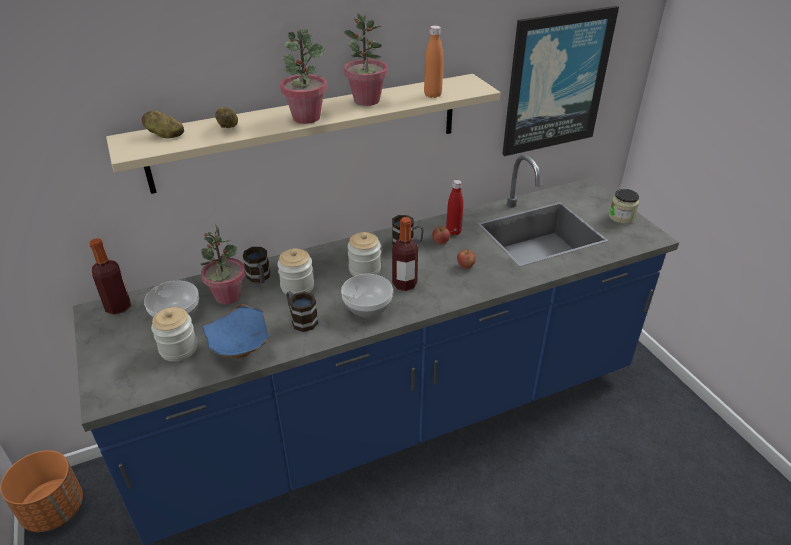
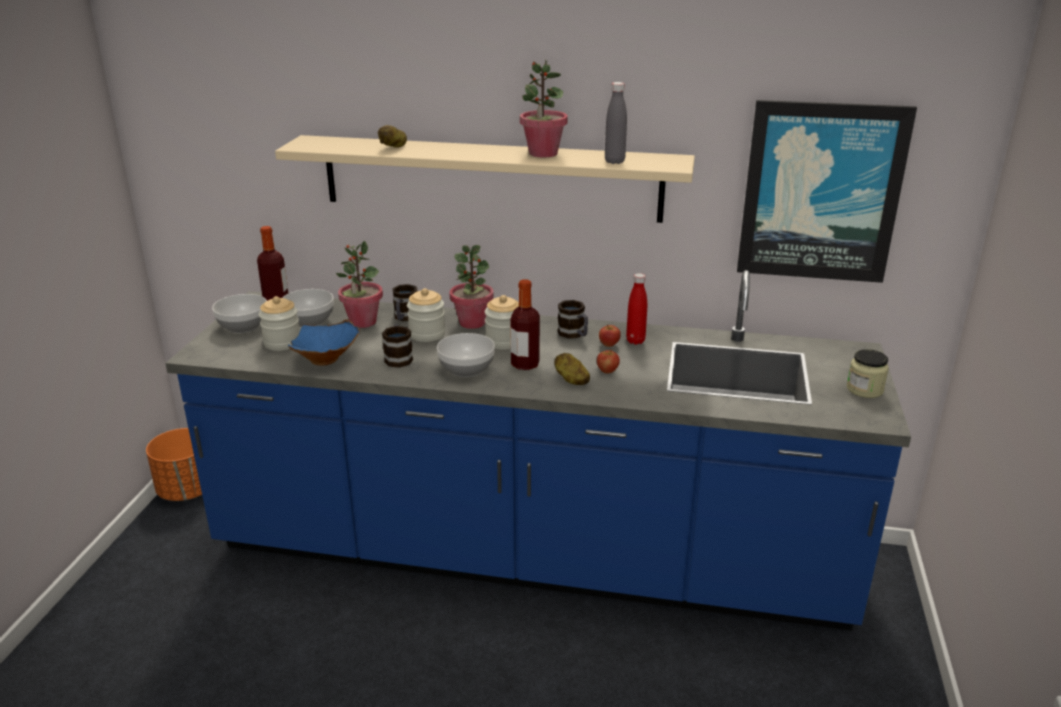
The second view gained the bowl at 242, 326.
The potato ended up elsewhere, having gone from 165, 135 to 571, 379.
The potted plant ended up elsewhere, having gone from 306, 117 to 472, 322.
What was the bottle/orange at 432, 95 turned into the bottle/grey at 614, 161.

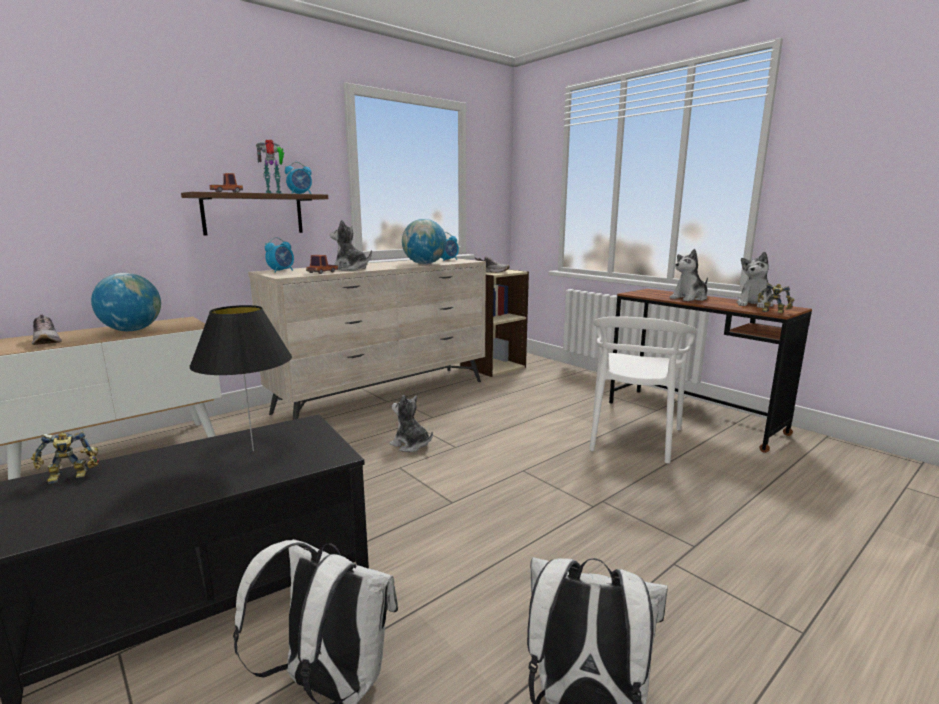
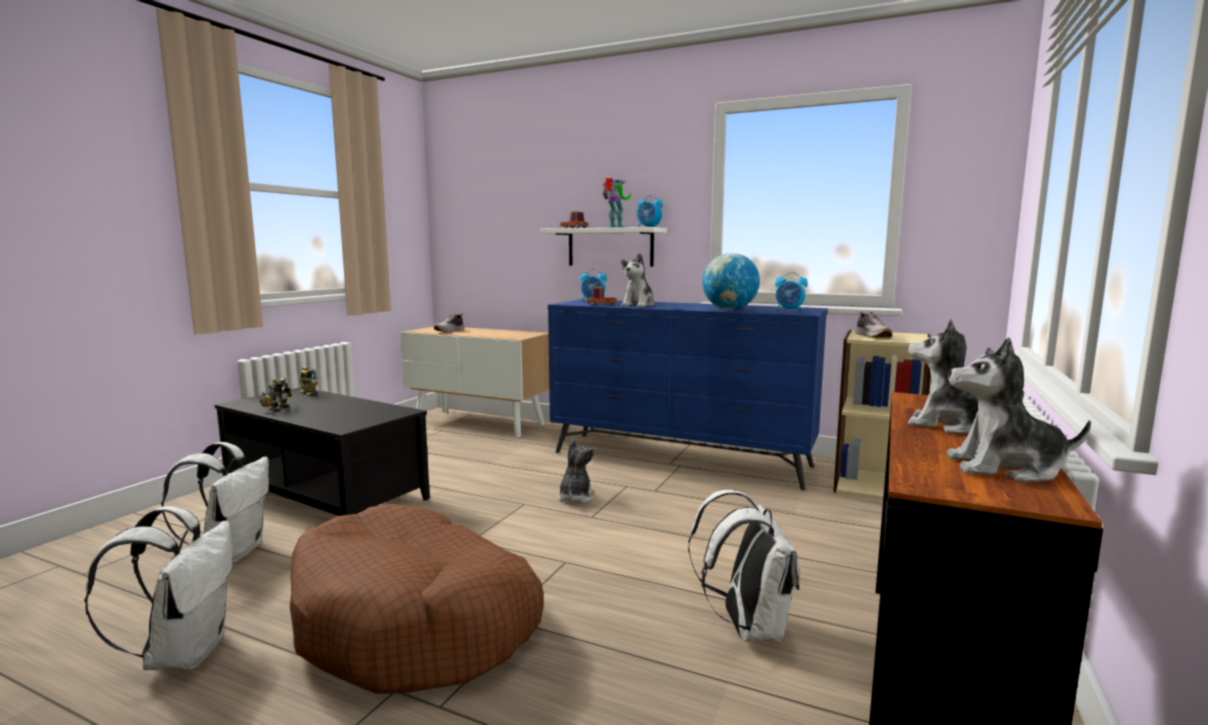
The second view lost the globe at 132, 330.
The second view lost the table lamp/black at 252, 451.
The second view gained the dog bed/brown at 415, 622.
The toy robot ended up elsewhere, having gone from 773, 312 to 277, 408.
Where the chair/white stood at 632, 438, the backpack/white came to stand at 747, 627.
What was the shelf/brown at 253, 214 turned into the shelf/white at 610, 247.
What was the dresser/beige at 385, 396 turned into the dresser/blue at 680, 460.
The plush toy at 350, 269 ended up facing another way, 150 degrees counterclockwise from before.

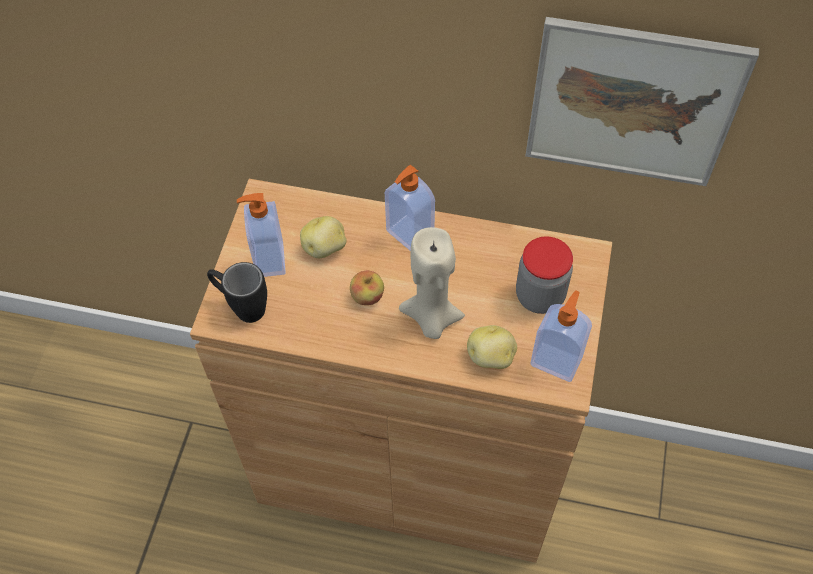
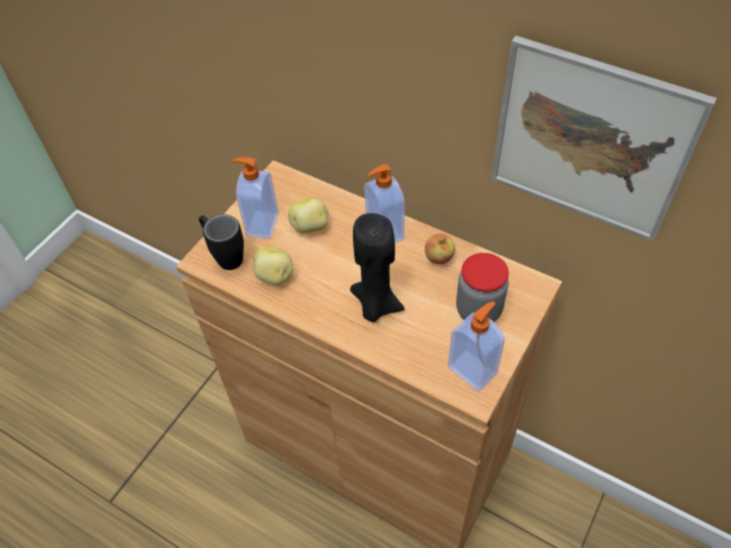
The apple ended up elsewhere, having gone from 367, 296 to 439, 258.
The potato ended up elsewhere, having gone from 491, 357 to 275, 276.
What was the candle/beige at 431, 319 turned into the candle/black at 375, 305.

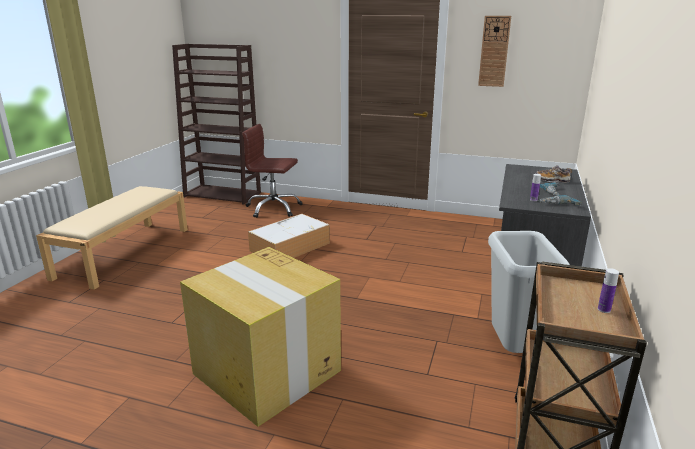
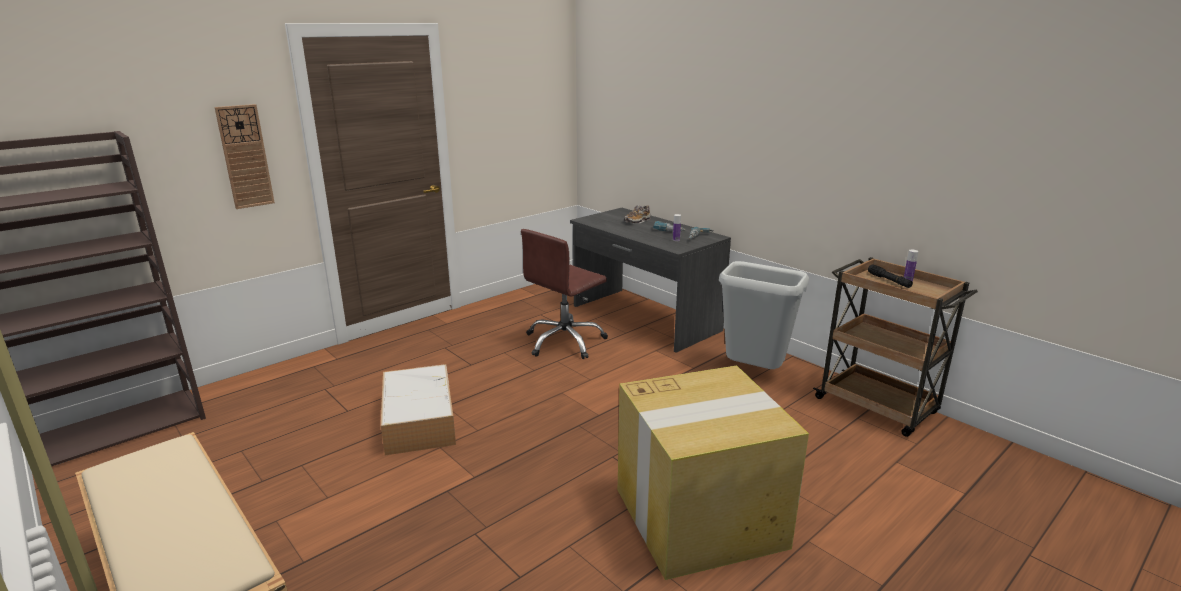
The second view gained the flashlight/black at 889, 280.
The office chair/brown ended up elsewhere, having gone from 273, 208 to 565, 342.
The wall clock ended up elsewhere, having gone from 494, 51 to 245, 157.

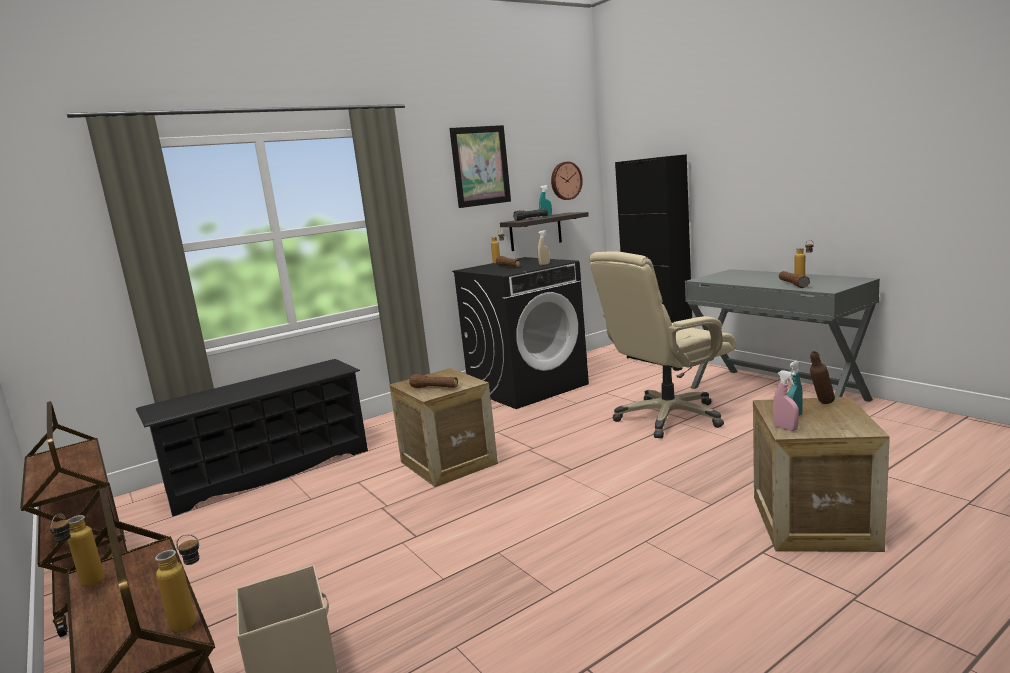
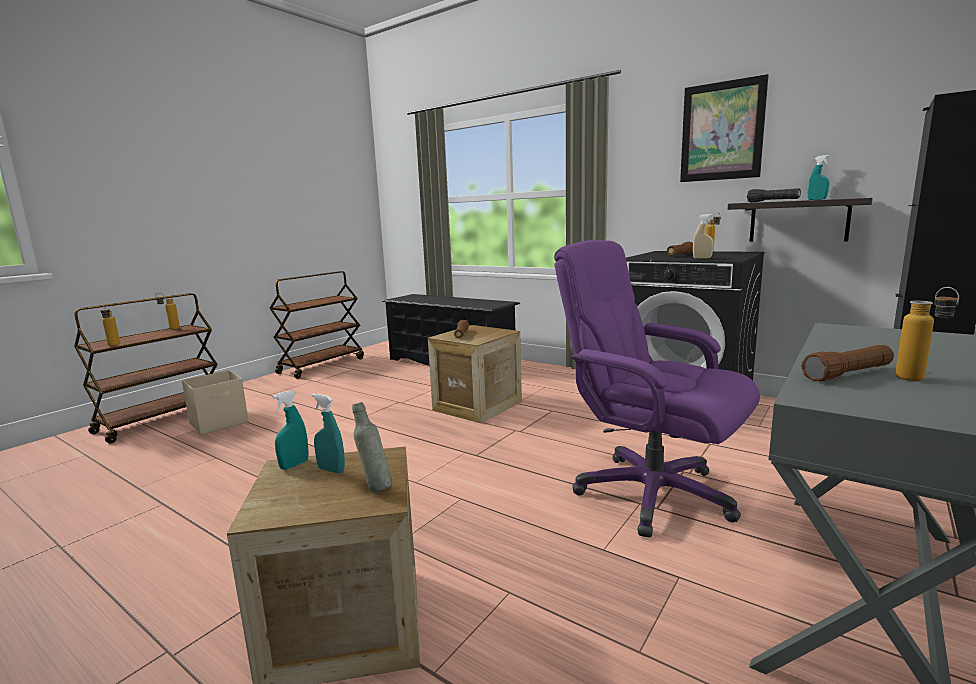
The second view lost the wall clock at 565, 181.
What was the office chair/beige at 668, 418 turned into the office chair/purple at 651, 493.
What was the spray bottle/pink at 785, 428 turned into the spray bottle/turquoise at 294, 465.
What was the bottle/brown at 821, 404 turned into the bottle/grey at 374, 488.

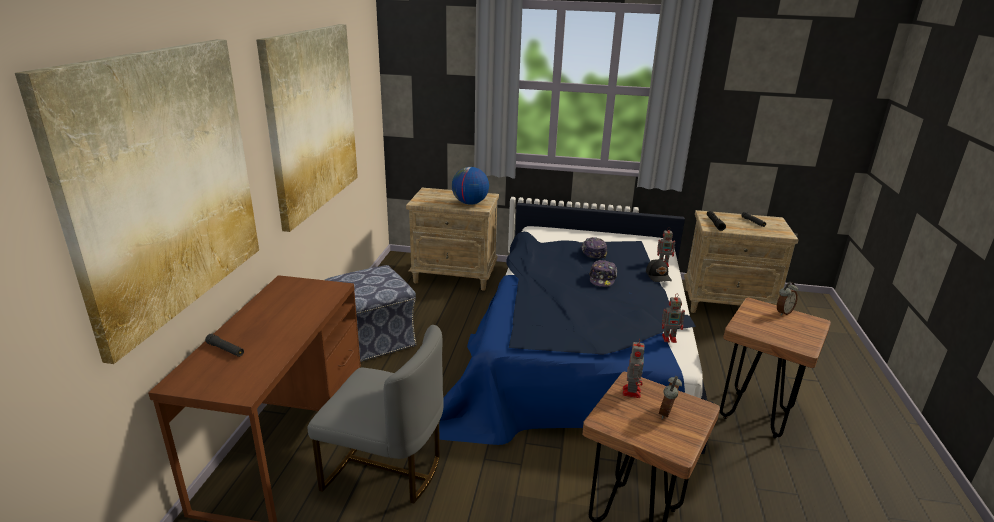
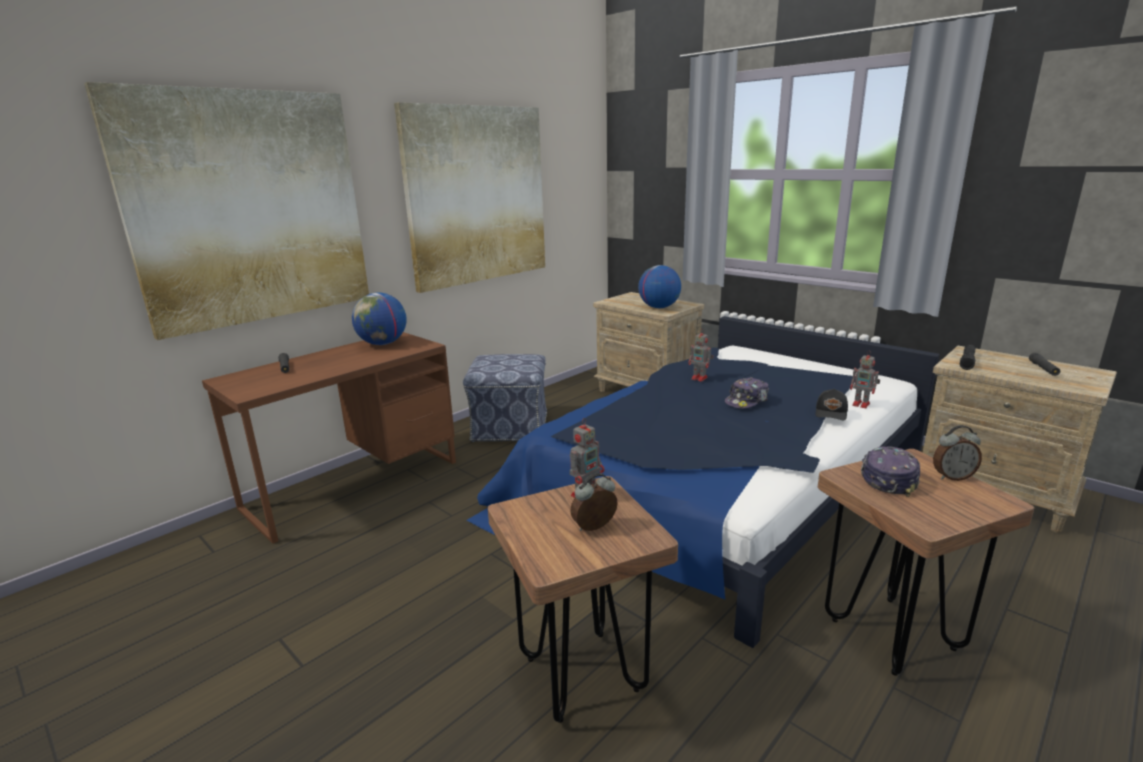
The second view lost the chair/grey at 385, 469.
The second view gained the globe at 382, 344.
The cap ended up elsewhere, having gone from 593, 252 to 888, 479.
The toy robot ended up elsewhere, having gone from 670, 338 to 700, 378.

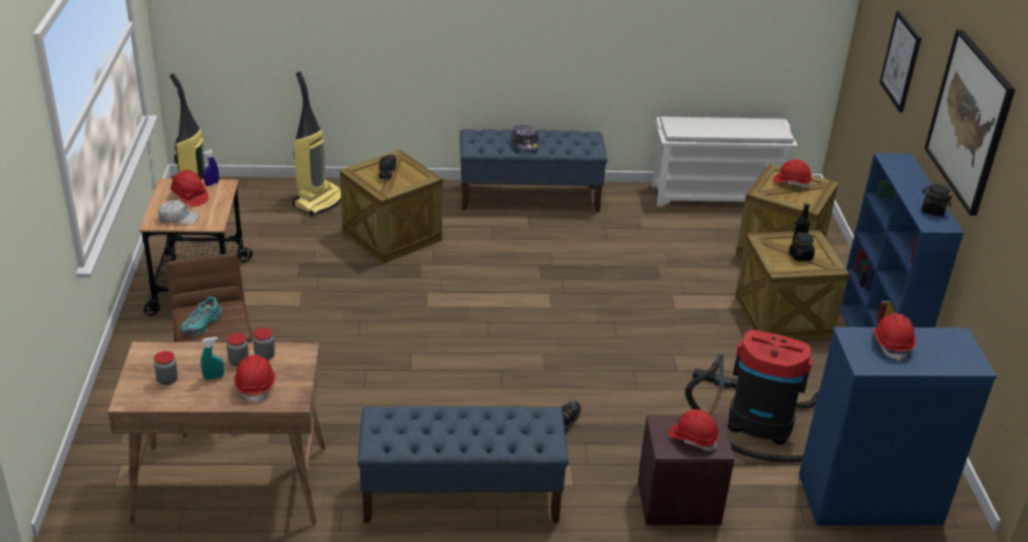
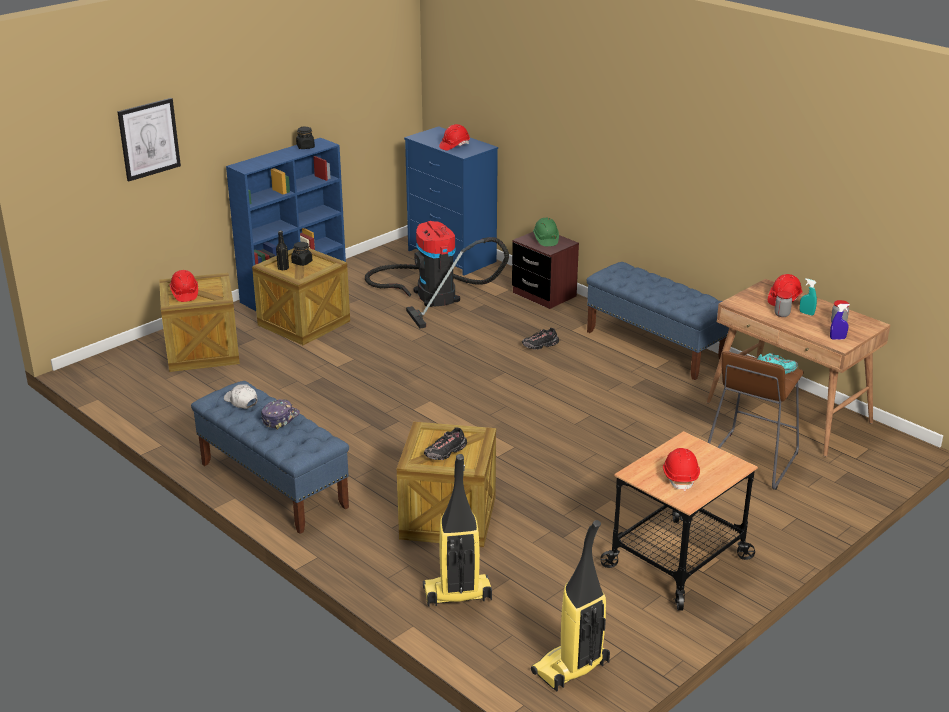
The second view lost the jar at 265, 356.
The second view lost the shoe rack/white at 716, 195.
The second view lost the picture at 969, 121.
The cap/white ended up elsewhere, having gone from 178, 218 to 241, 401.
The spray bottle/blue ended up elsewhere, having gone from 212, 184 to 837, 338.
What was the hard hat/red at 693, 438 turned into the hard hat/green at 545, 239.

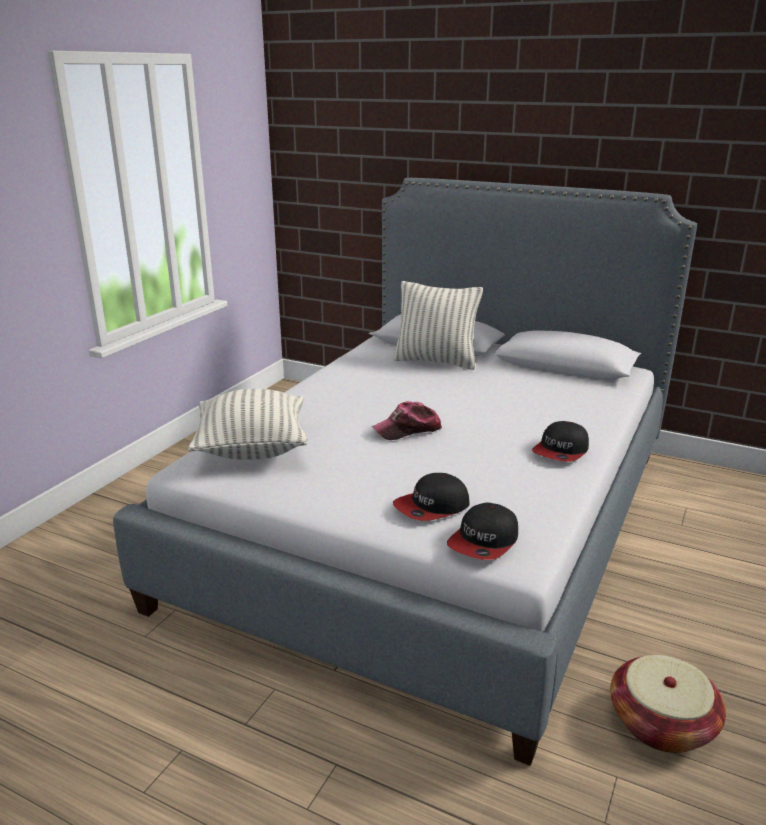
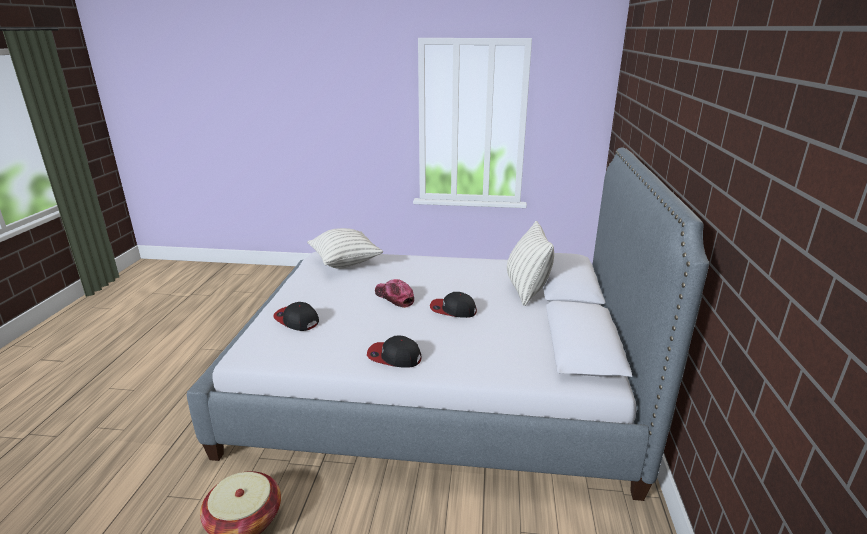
The cap ended up elsewhere, having gone from 484, 541 to 452, 310.

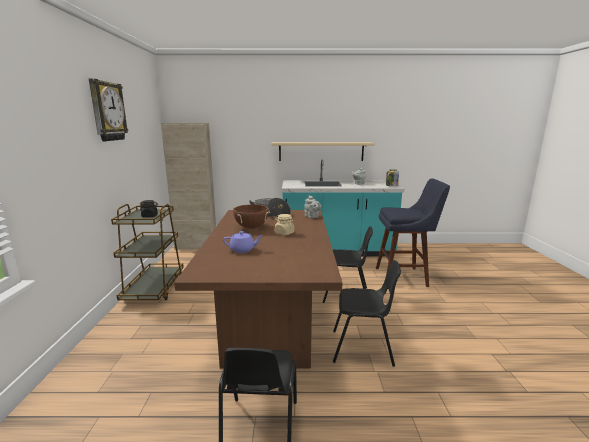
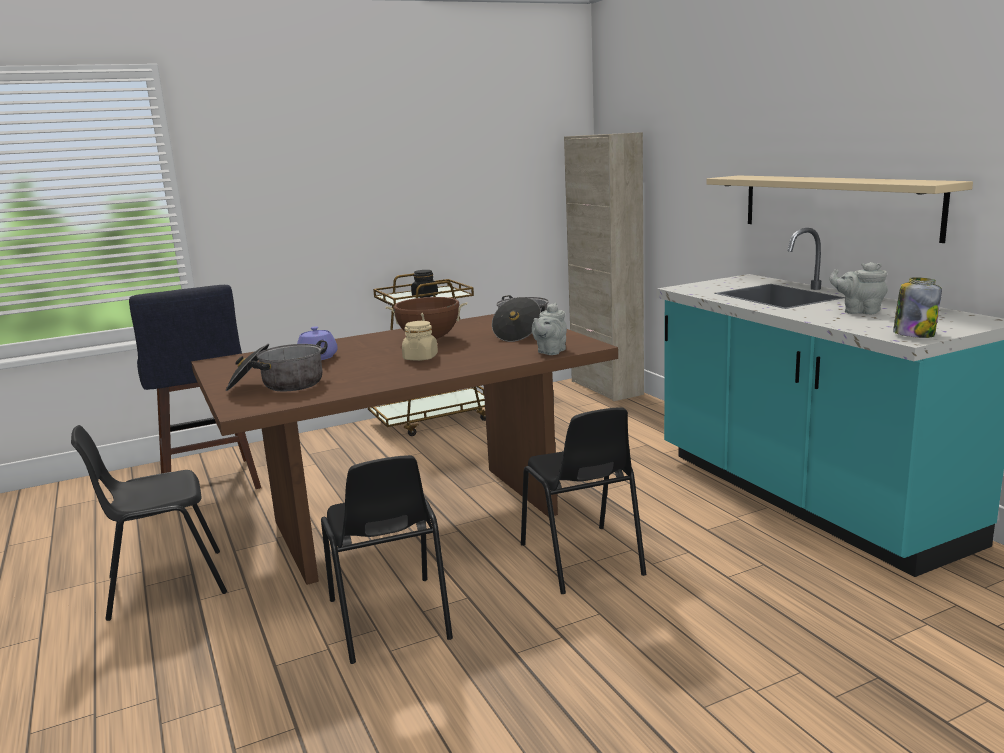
The second view lost the wall clock at 107, 111.
The second view gained the cooking pot at 278, 385.
The stool/blue ended up elsewhere, having gone from 404, 277 to 210, 485.

